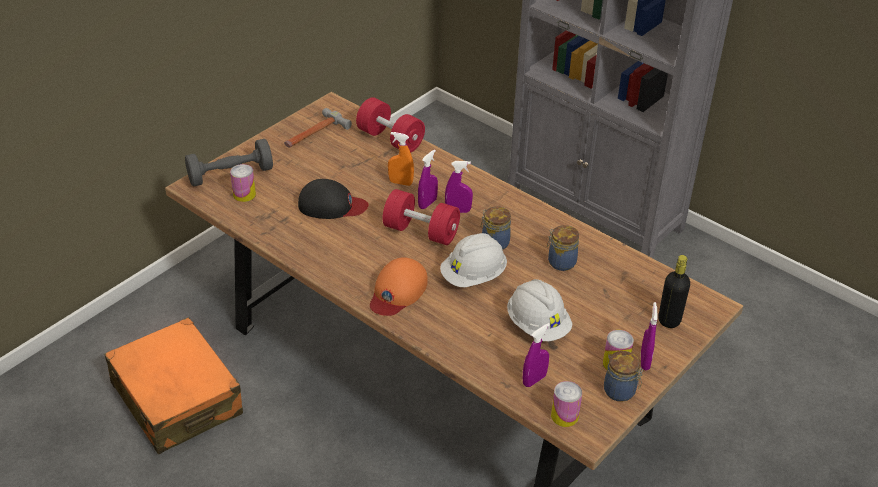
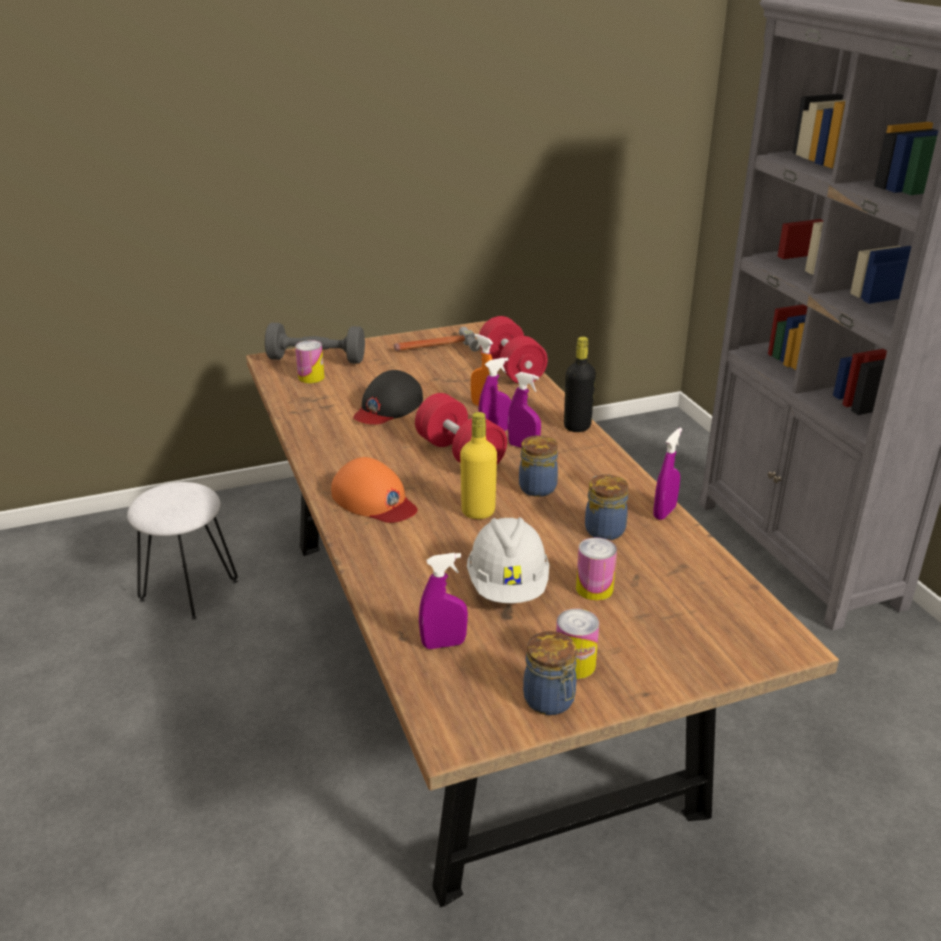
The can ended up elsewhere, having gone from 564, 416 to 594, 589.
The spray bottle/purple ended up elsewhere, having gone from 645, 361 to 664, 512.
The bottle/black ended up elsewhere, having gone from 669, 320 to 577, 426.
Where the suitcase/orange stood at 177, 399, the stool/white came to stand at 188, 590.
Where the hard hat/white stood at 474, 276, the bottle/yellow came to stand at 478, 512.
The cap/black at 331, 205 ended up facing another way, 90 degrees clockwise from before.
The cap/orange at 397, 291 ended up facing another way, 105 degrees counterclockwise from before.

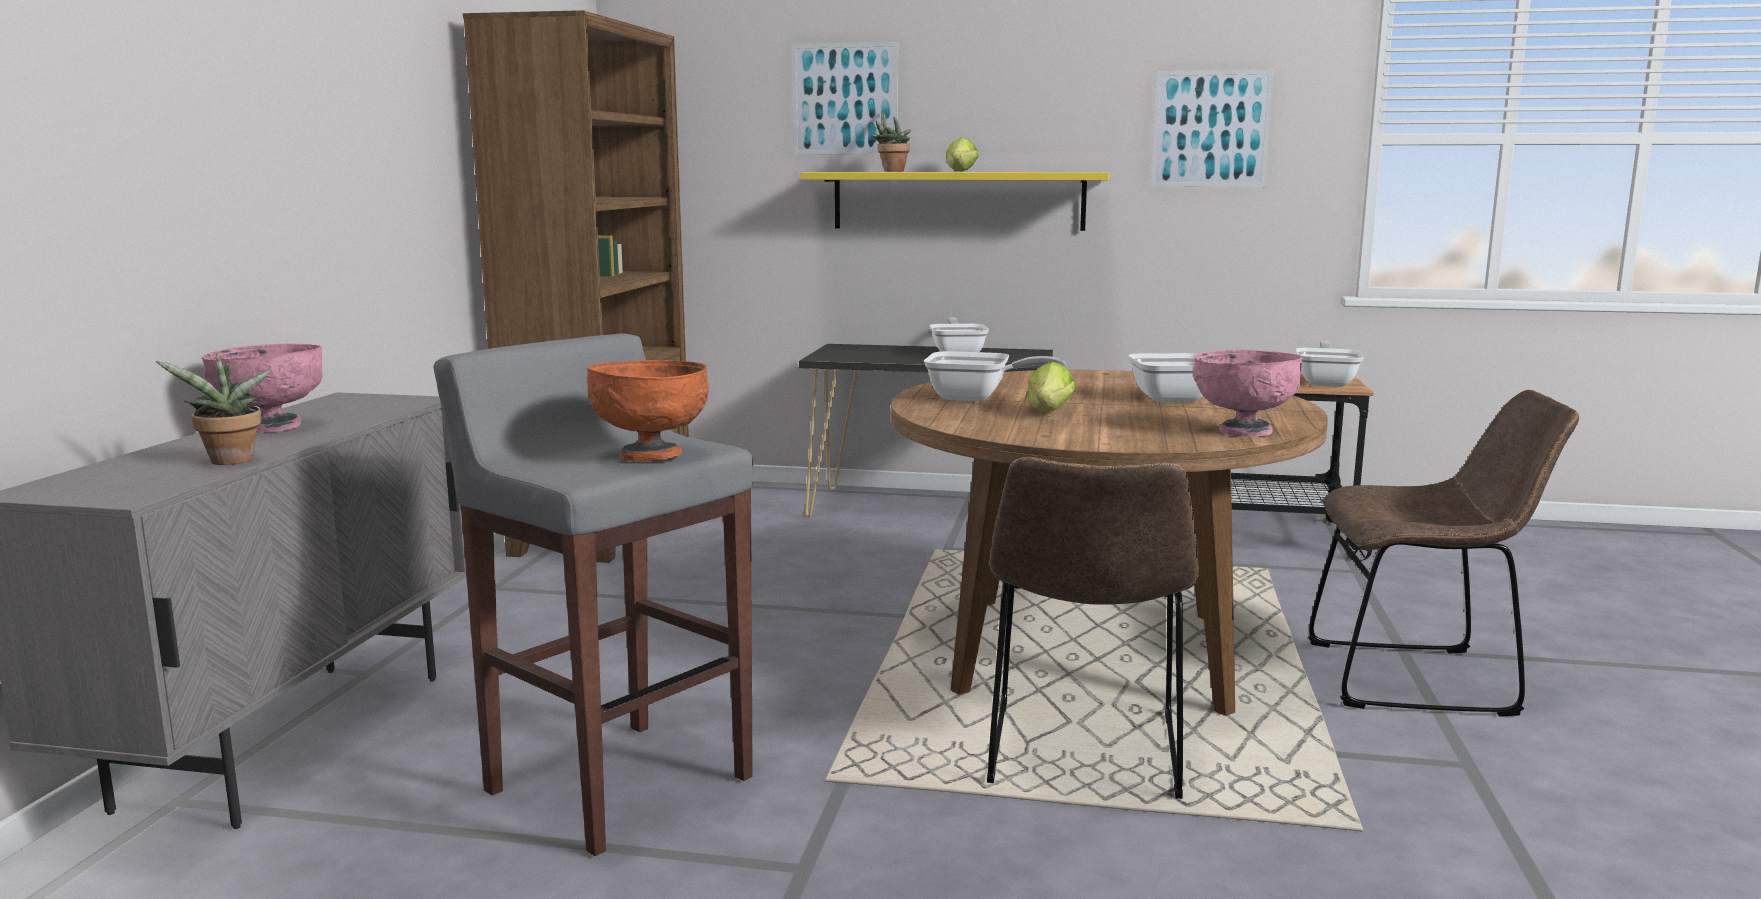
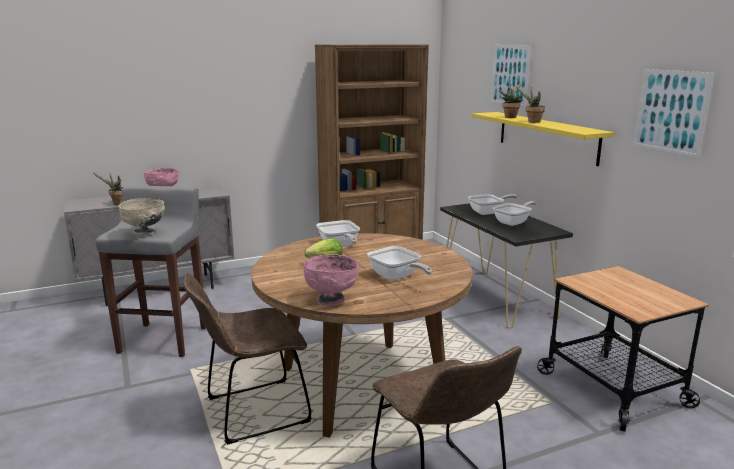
The frying pan ended up elsewhere, having gone from 1326, 382 to 488, 212.
Where the lettuce stood at 960, 171, the potted plant came to stand at 532, 122.
What was the bowl/orange at 652, 456 turned into the bowl/beige at 144, 233.

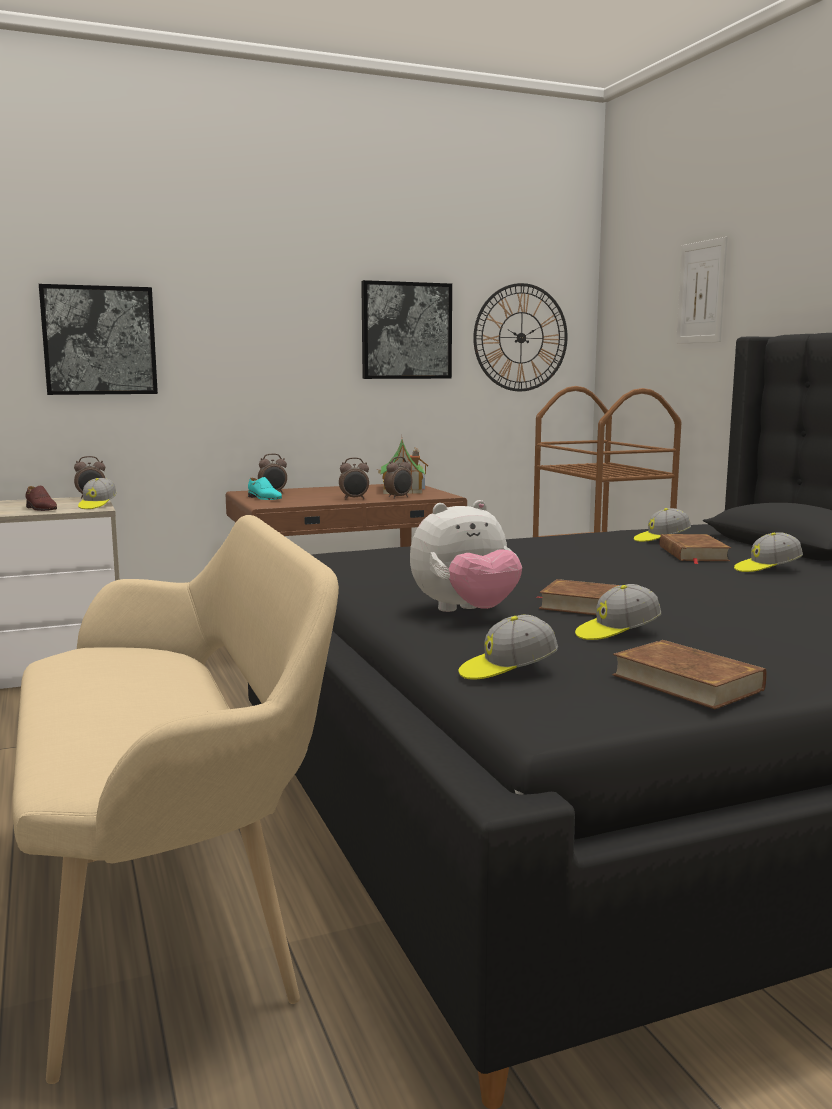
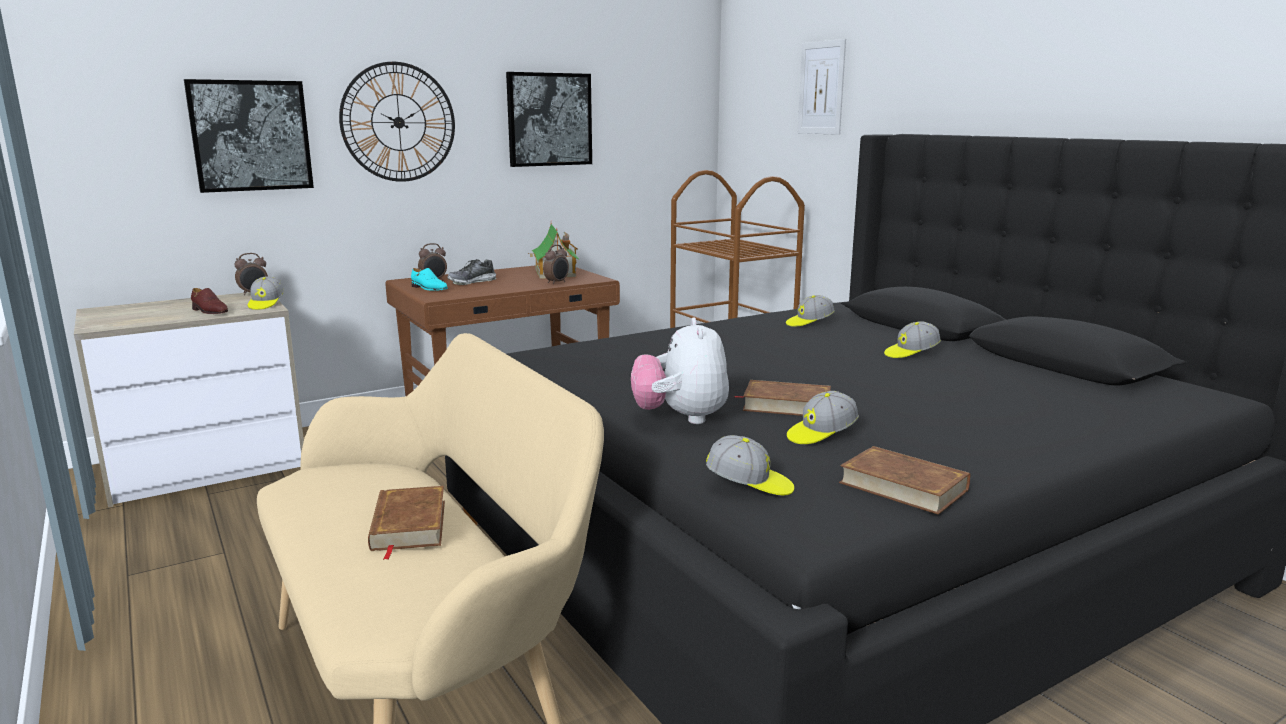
The second view lost the alarm clock at 354, 499.
The second view gained the shoe at 472, 282.
The wall clock ended up elsewhere, having gone from 521, 337 to 398, 122.
The book/brown ended up elsewhere, having gone from 693, 554 to 408, 525.
The plush toy at 465, 612 ended up facing another way, 120 degrees clockwise from before.
The cap at 507, 671 ended up facing another way, 135 degrees counterclockwise from before.

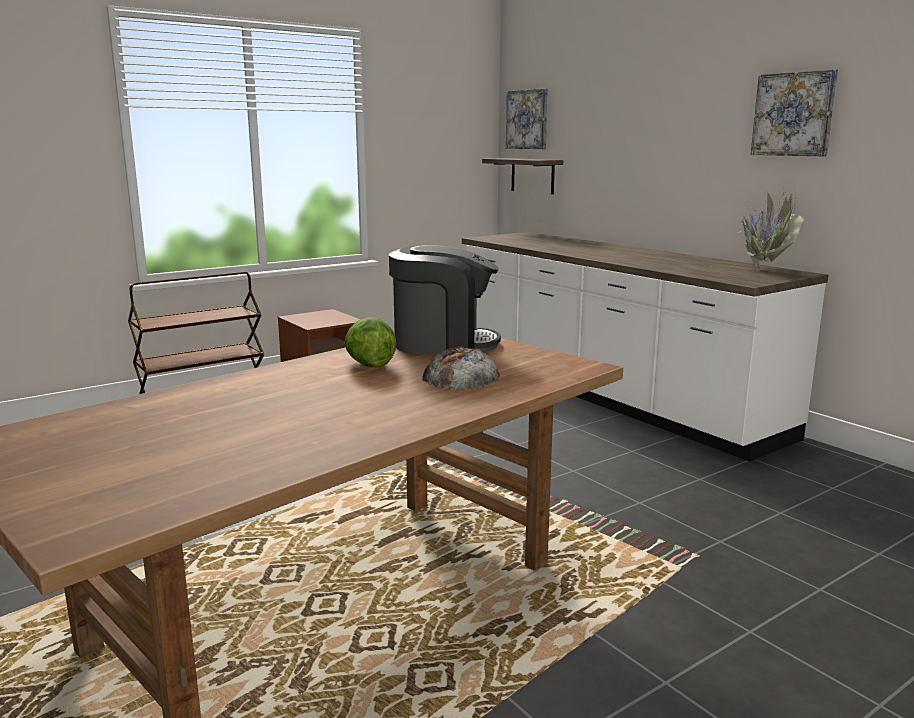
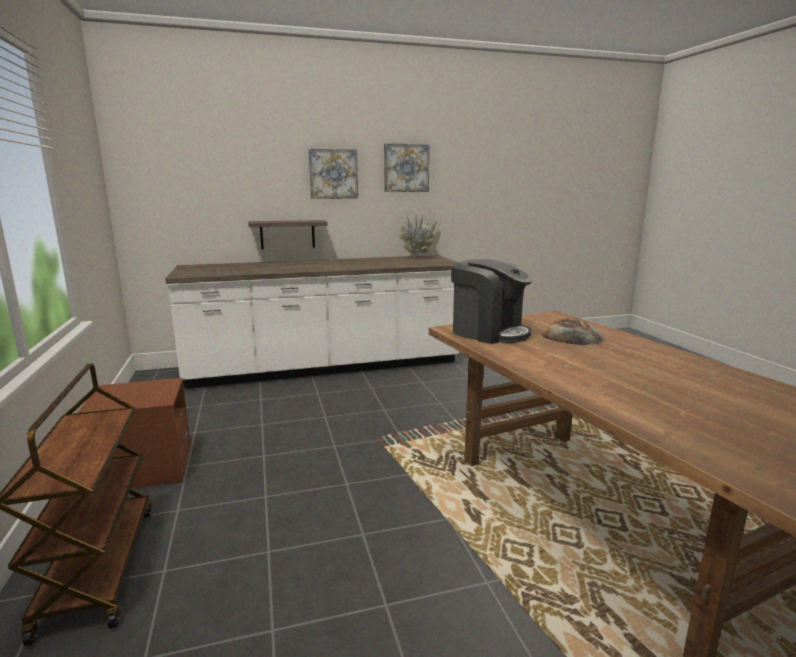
The second view lost the lettuce at 369, 365.
The shelf ended up elsewhere, having gone from 532, 175 to 287, 234.
The picture ended up elsewhere, having gone from 527, 119 to 333, 174.
The coffee machine at 443, 344 ended up facing another way, 105 degrees clockwise from before.

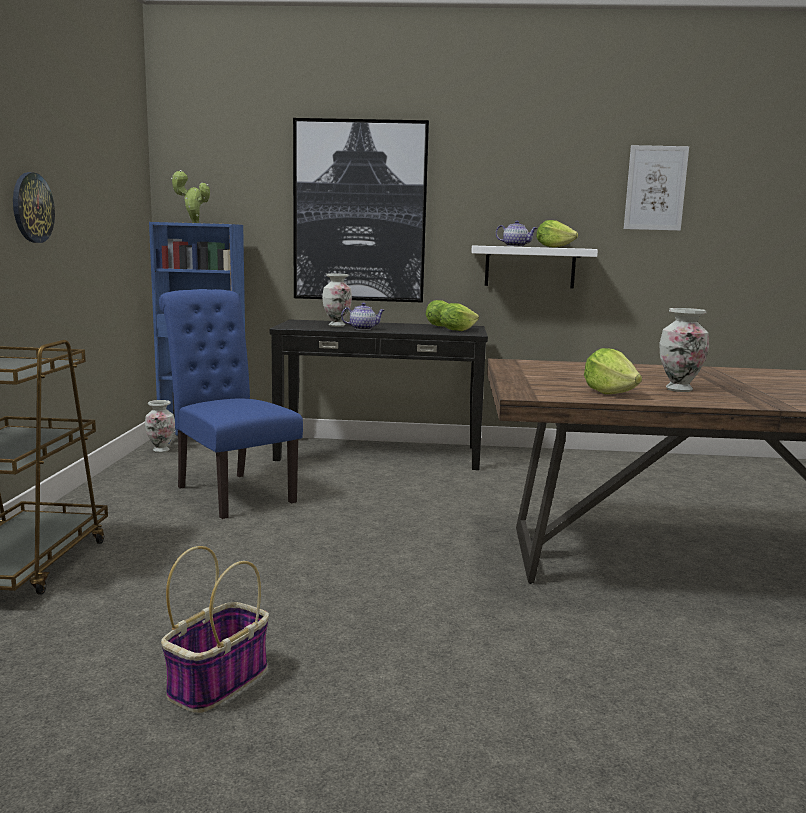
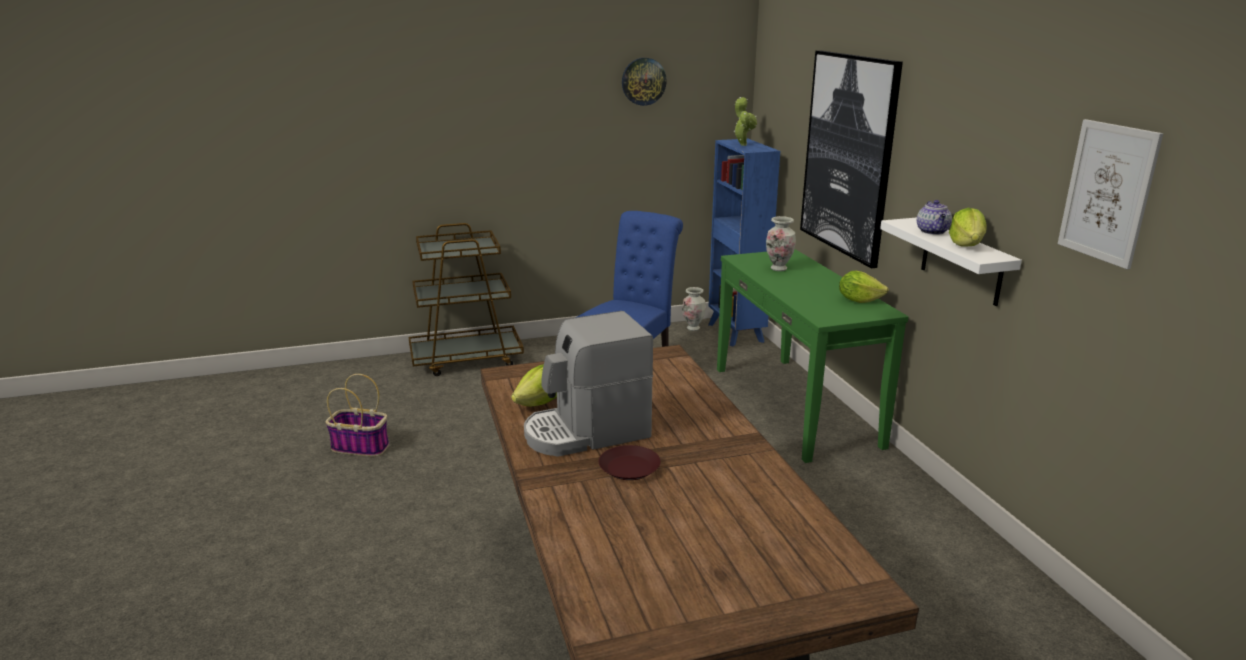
The second view lost the teapot at 363, 328.
The second view lost the lettuce at 456, 330.
The second view gained the plate/brown at 628, 468.
The wall clock ended up elsewhere, having gone from 32, 207 to 643, 81.
Where the vase stood at 679, 389, the coffee machine came to stand at 586, 432.
What was the console table/black at 379, 453 turned into the console table/green at 795, 405.

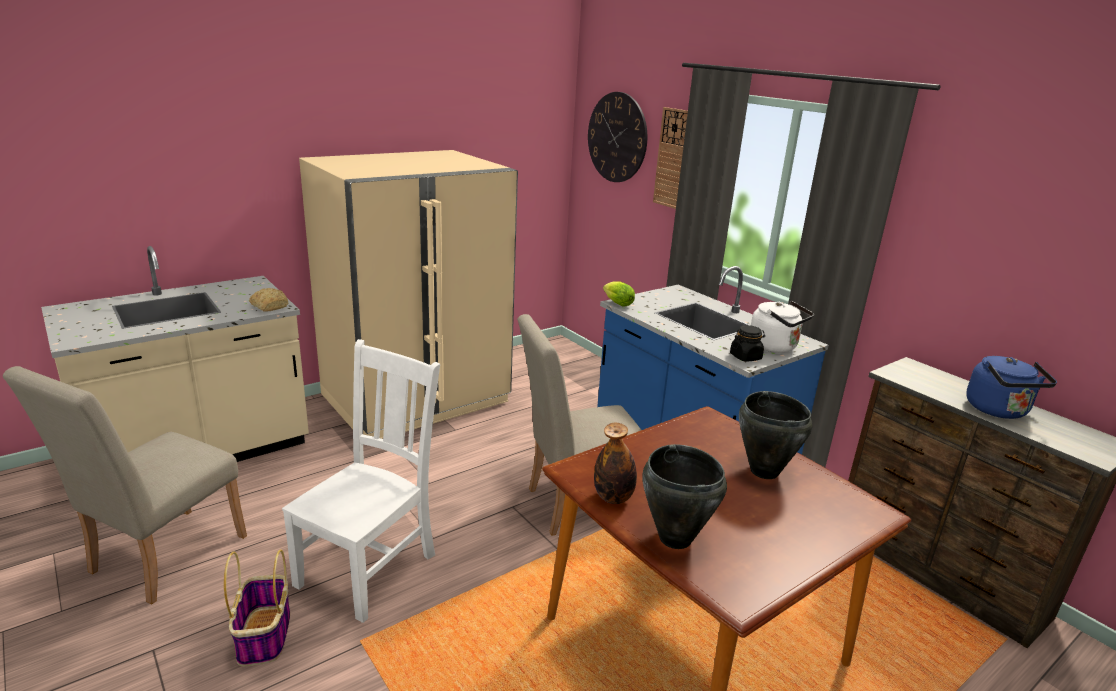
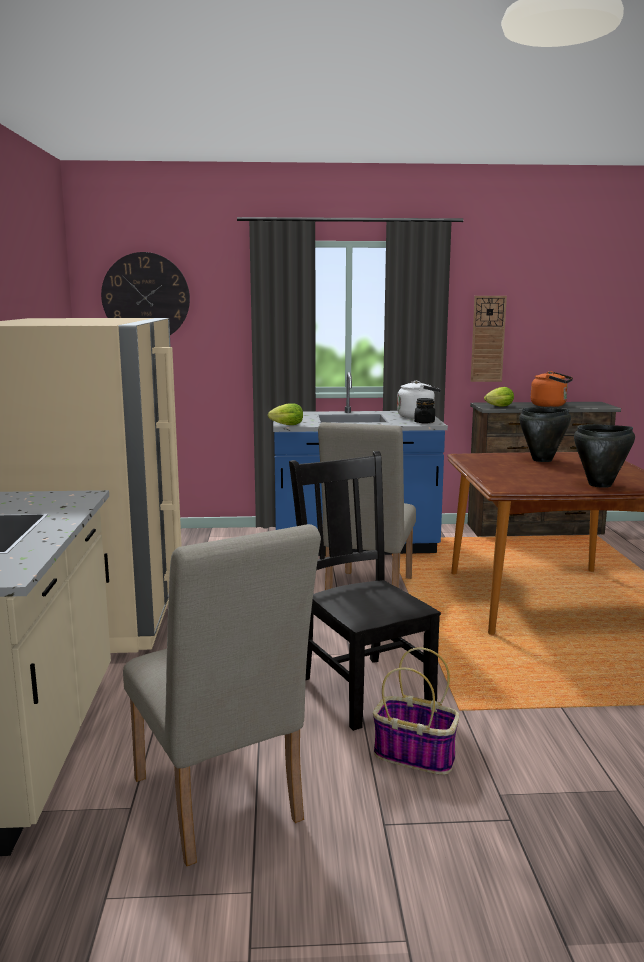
The second view lost the bread at 270, 306.
The second view lost the bottle at 613, 497.
The second view gained the lettuce at 498, 406.
The wall clock ended up elsewhere, having gone from 672, 158 to 488, 339.
What was the chair/white at 370, 567 turned into the chair/black at 362, 688.
What was the kettle/blue at 999, 411 turned into the kettle/orange at 550, 405.

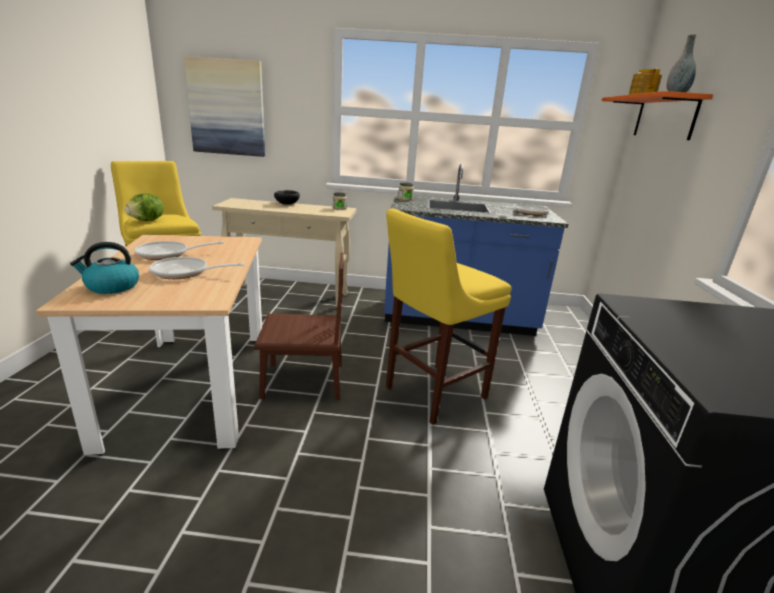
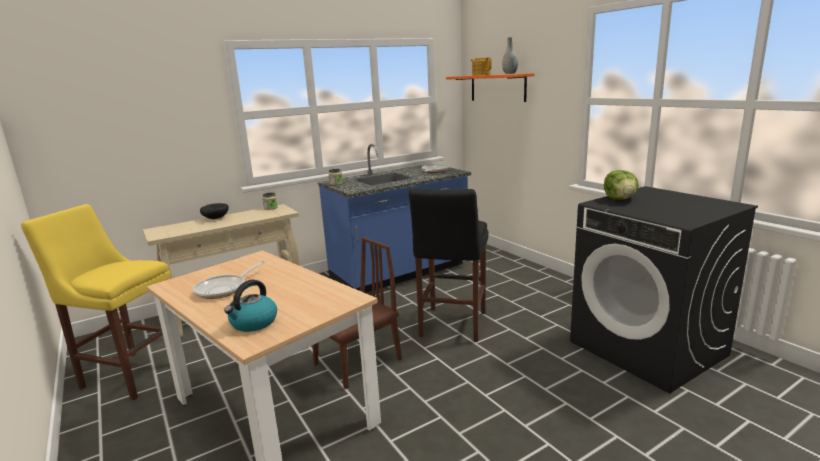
The second view lost the frying pan at 185, 273.
The second view lost the picture at 227, 108.
The lettuce ended up elsewhere, having gone from 147, 221 to 620, 199.
What was the stool/yellow at 431, 393 turned into the stool/black at 451, 326.

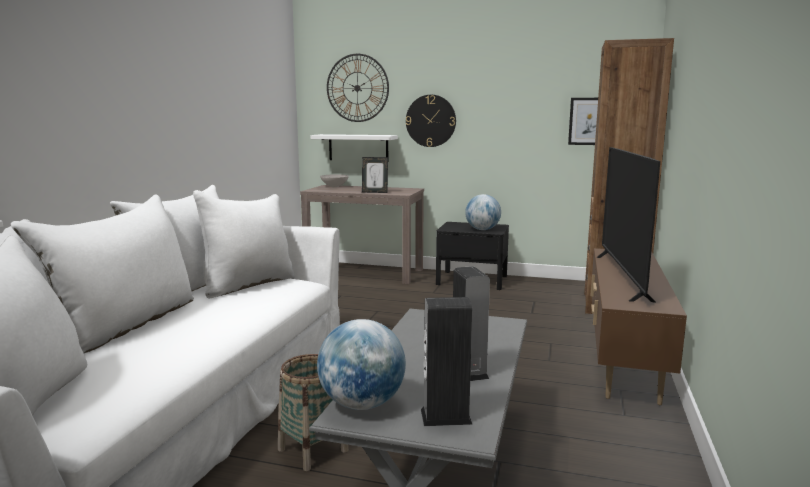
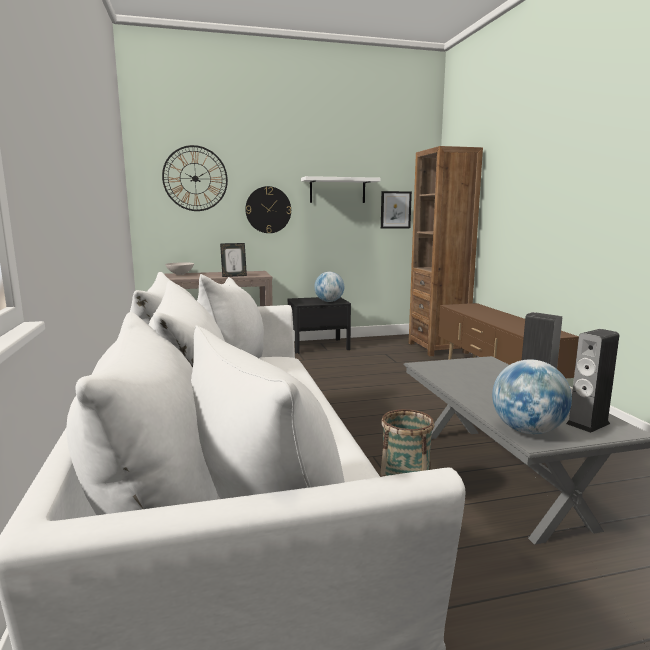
The second view lost the television at 622, 276.
The shelf/white ended up elsewhere, having gone from 358, 147 to 337, 190.

